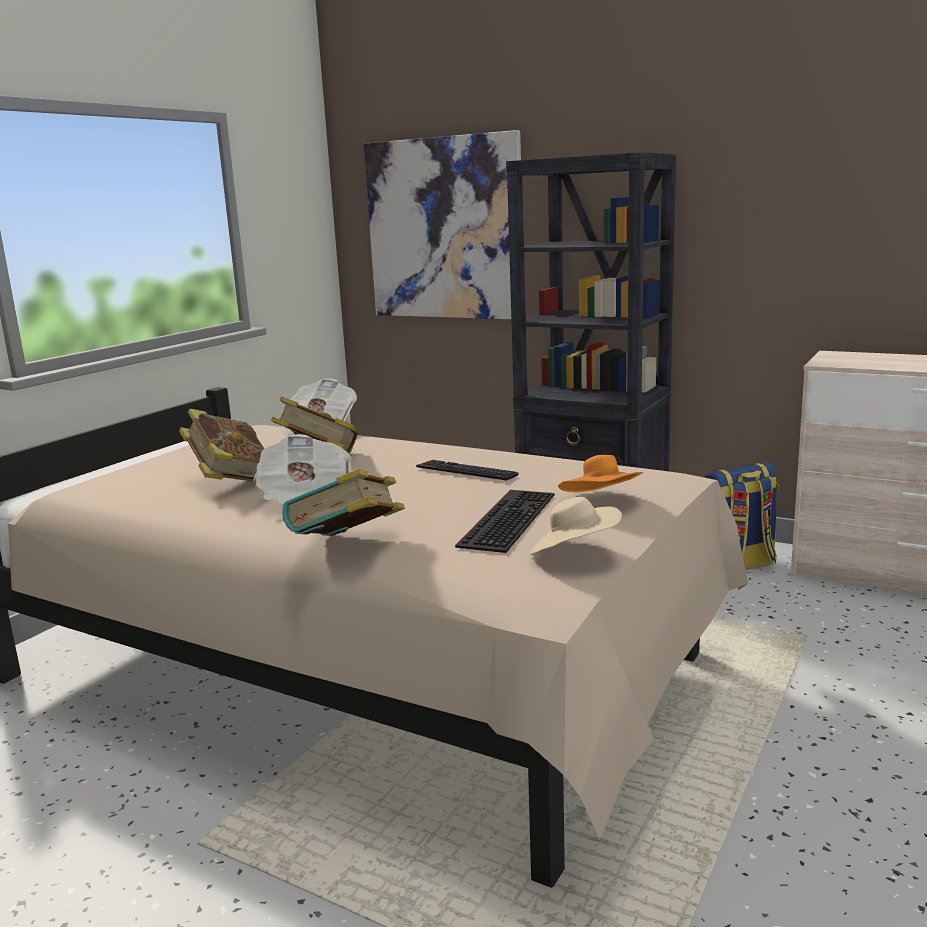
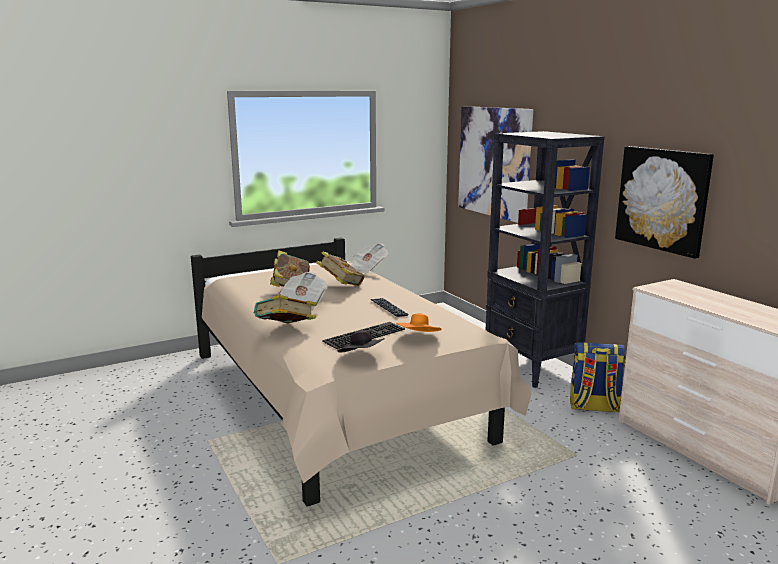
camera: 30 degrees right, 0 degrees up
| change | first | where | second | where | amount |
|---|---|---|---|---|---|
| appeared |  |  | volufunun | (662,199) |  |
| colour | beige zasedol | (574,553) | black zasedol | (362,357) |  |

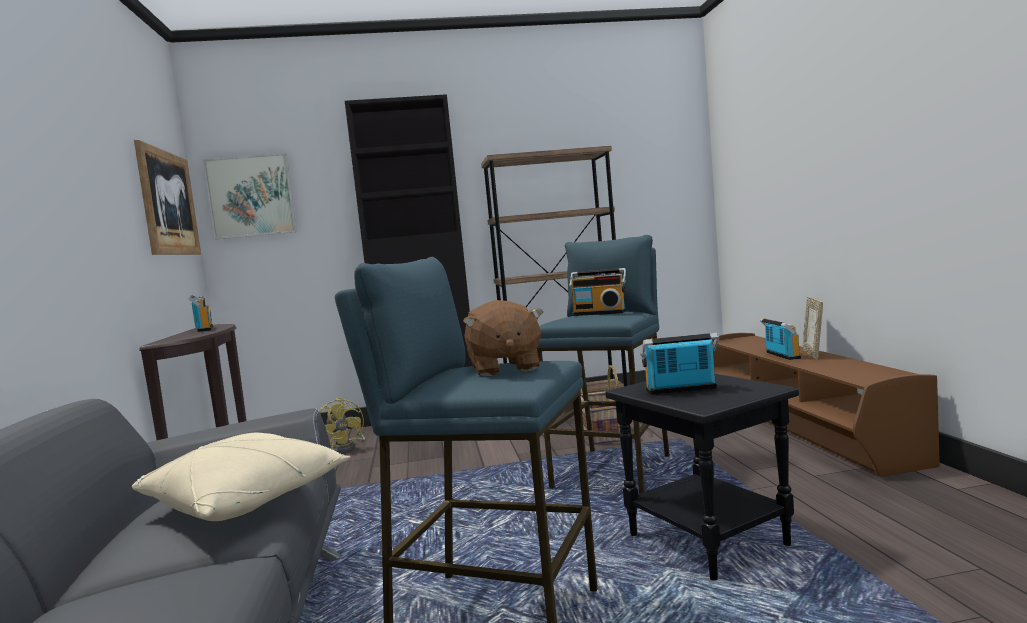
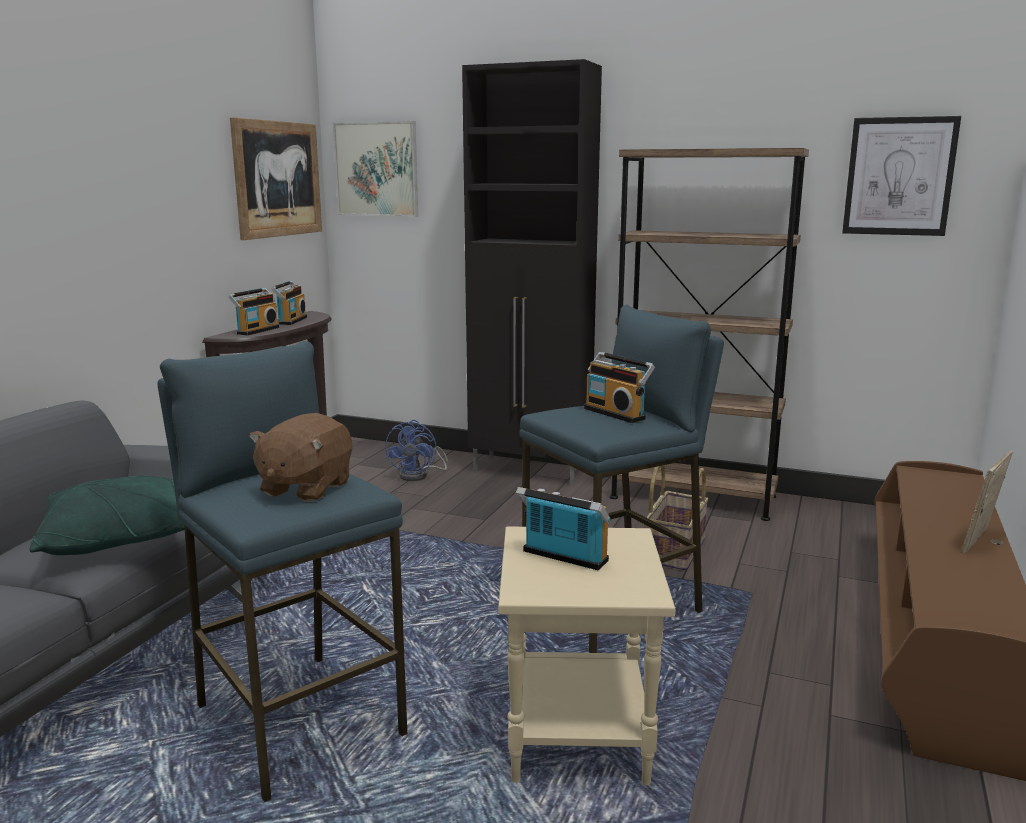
camera: 30 degrees right, 10 degrees up
| change | first | where | second | where | amount |
|---|---|---|---|---|---|
| appeared |  |  | volufunun | (899,176) |  |
| relocated | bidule | (780,355) |  | (256,330) |  |
| colour | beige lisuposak | (248,499) | green lisuposak | (119,537) |  |
| colour | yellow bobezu | (346,448) | blue bobezu | (419,475) |  |
| colour | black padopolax | (710,541) | beige padopolax | (580,738) |  |

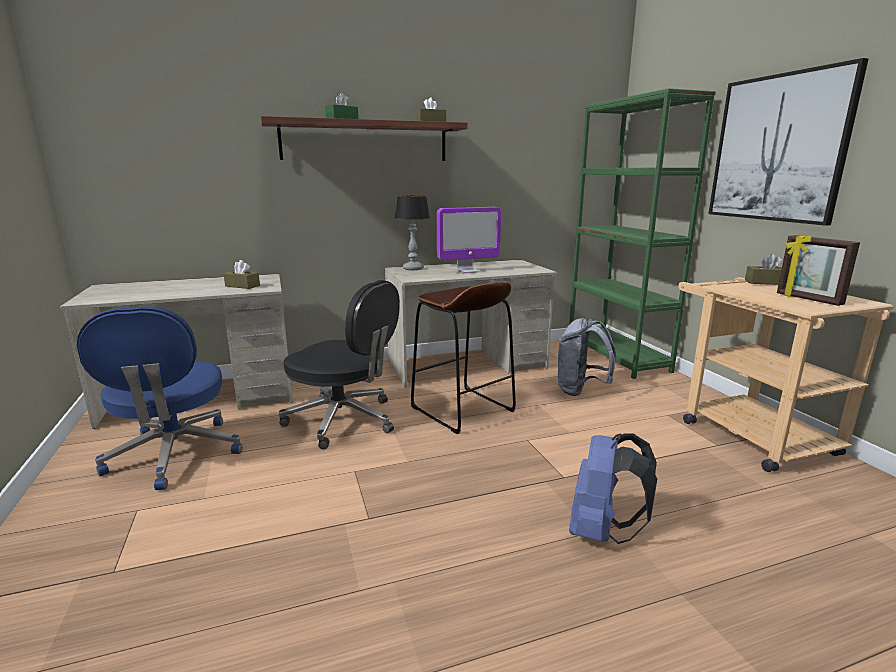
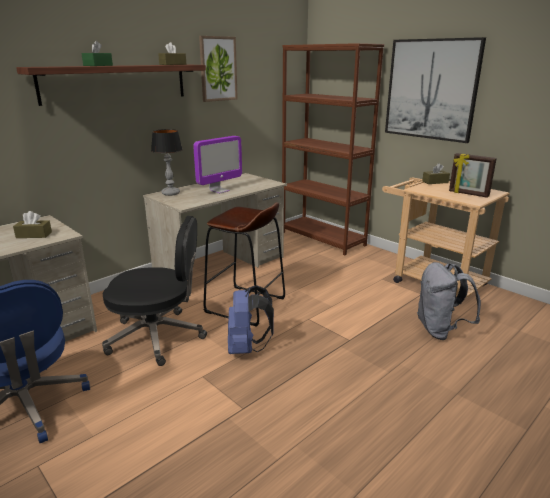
camera: 25 degrees left, 5 degrees up
| change | first | where | second | where | amount |
|---|---|---|---|---|---|
| appeared |  |  | volufunun | (218,69) |  |
| relocated | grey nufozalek | (581,391) |  | (440,330) |  |
| relocated | blue nufozalek | (602,532) |  | (247,348) |  |
| colour | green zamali | (616,356) | brown zamali | (323,239) |  |

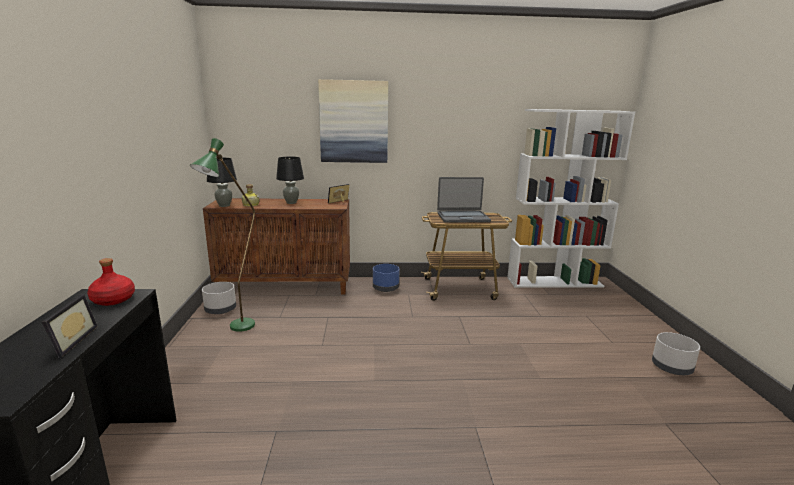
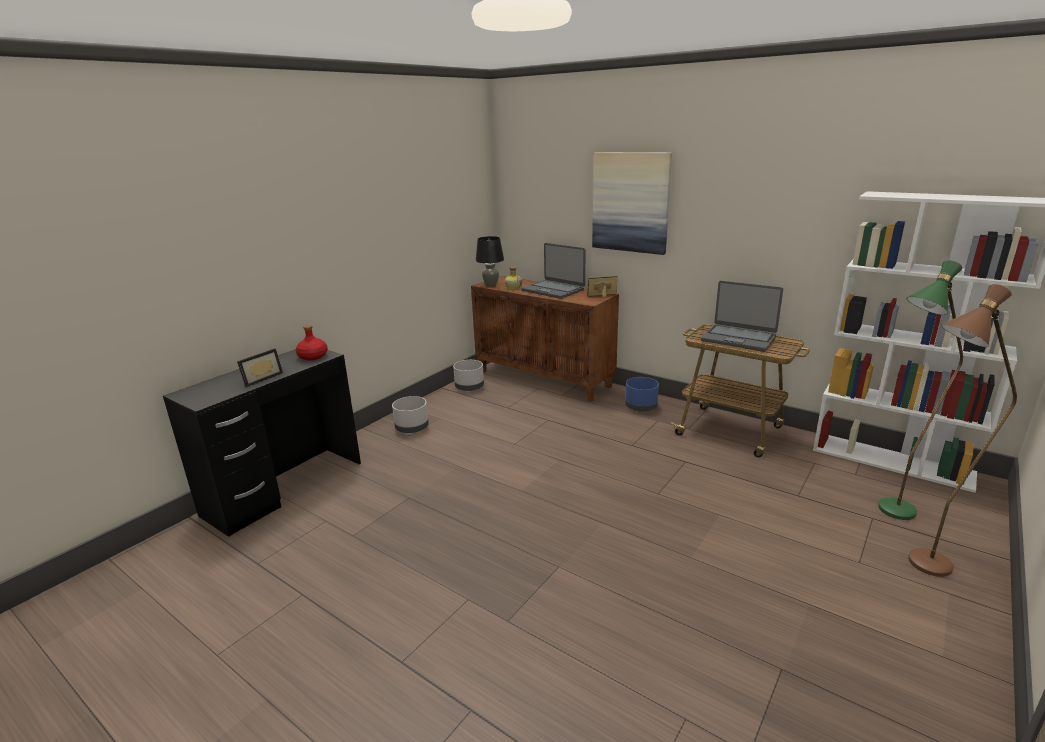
camera: 40 degrees right, 5 degrees up
| change | first | where | second | where | amount |
|---|---|---|---|---|---|
| appeared |  |  | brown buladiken | (919,567) |  |
| relocated | green buladiken | (236,330) |  | (889,514) |  |
| relocated | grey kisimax | (671,367) |  | (412,427) |  |
| exchanged | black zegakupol | (291,202) | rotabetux | (553,290) |  |

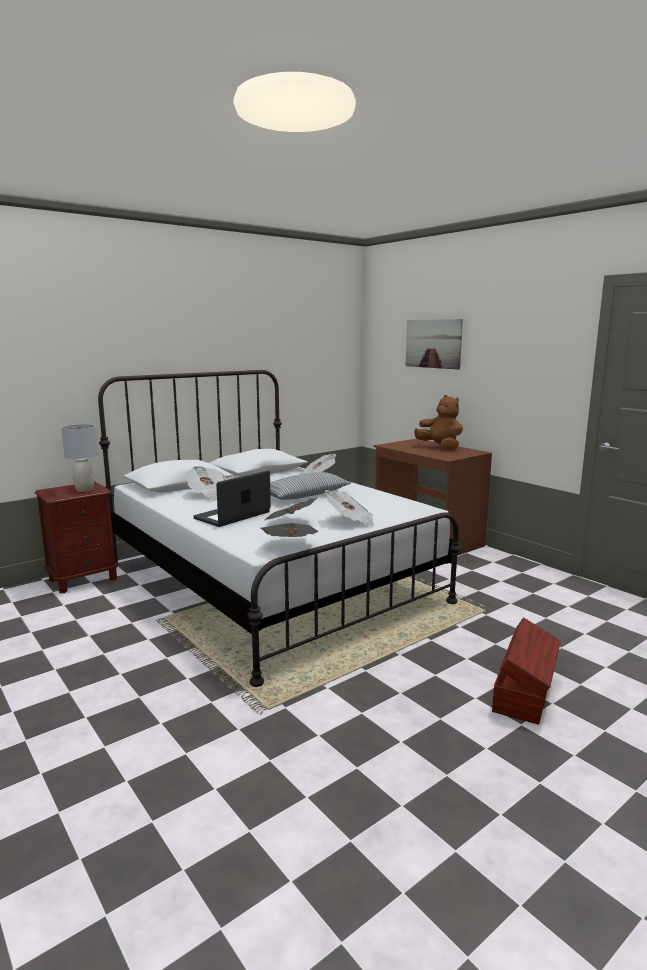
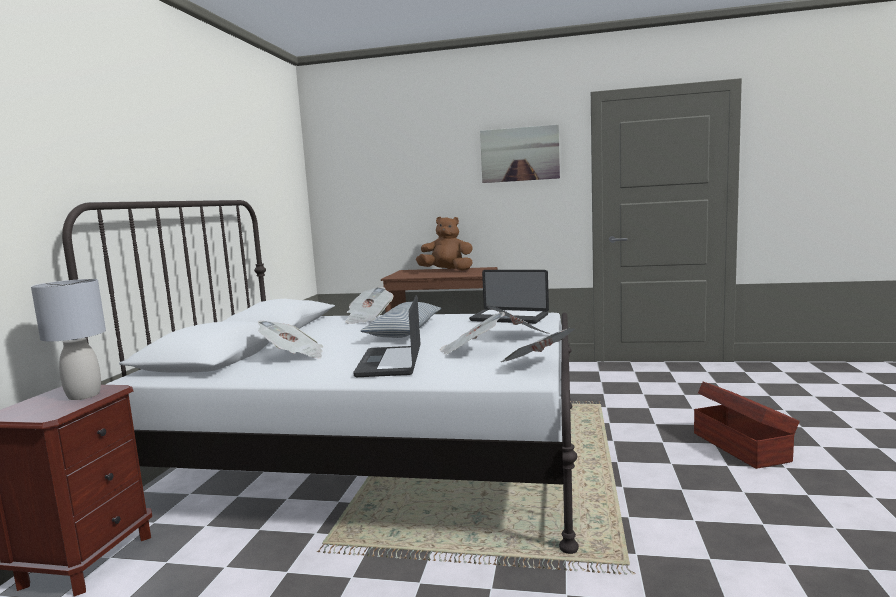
camera: 40 degrees left, 5 degrees down
| change | first | where | second | where | amount |
|---|---|---|---|---|---|
| appeared |  |  | rotabetux | (509,318) |  |
| relocated | volufunun | (433,343) |  | (519,154) |  |

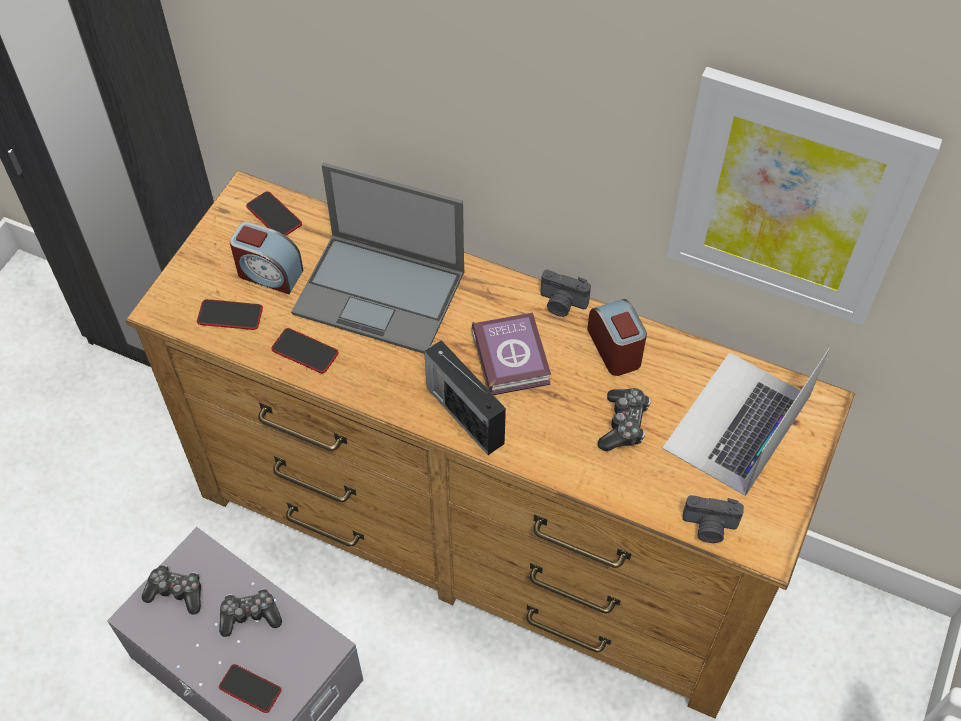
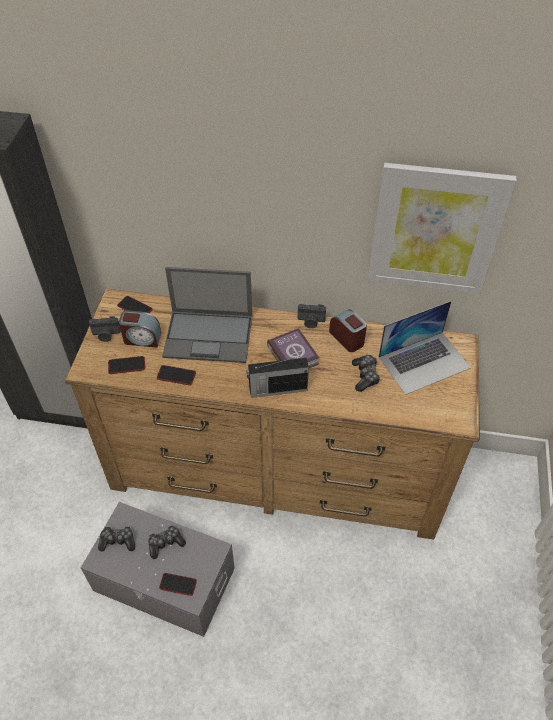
camera: 15 degrees left, 5 degrees down
| change | first | where | second | where | amount |
|---|---|---|---|---|---|
| relocated | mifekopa | (709,527) |  | (106,335) |  |
| spun | bidule | (464,413) |  | (277,389) | 45 degrees counterclockwise |
| spun | rotabetux | (737,423) |  | (424,362) | 135 degrees counterclockwise |

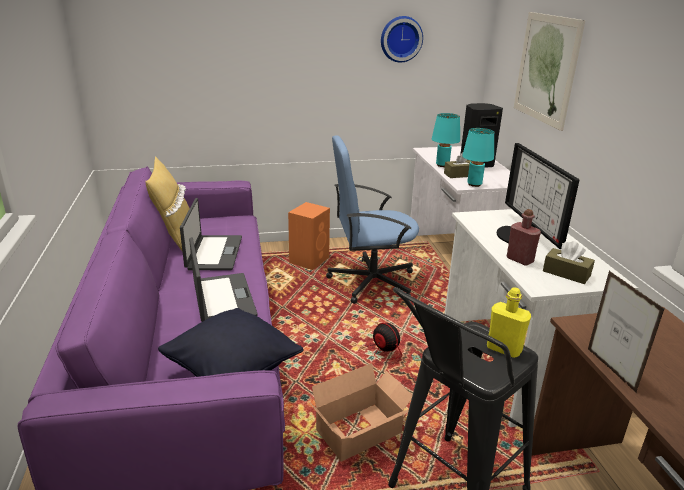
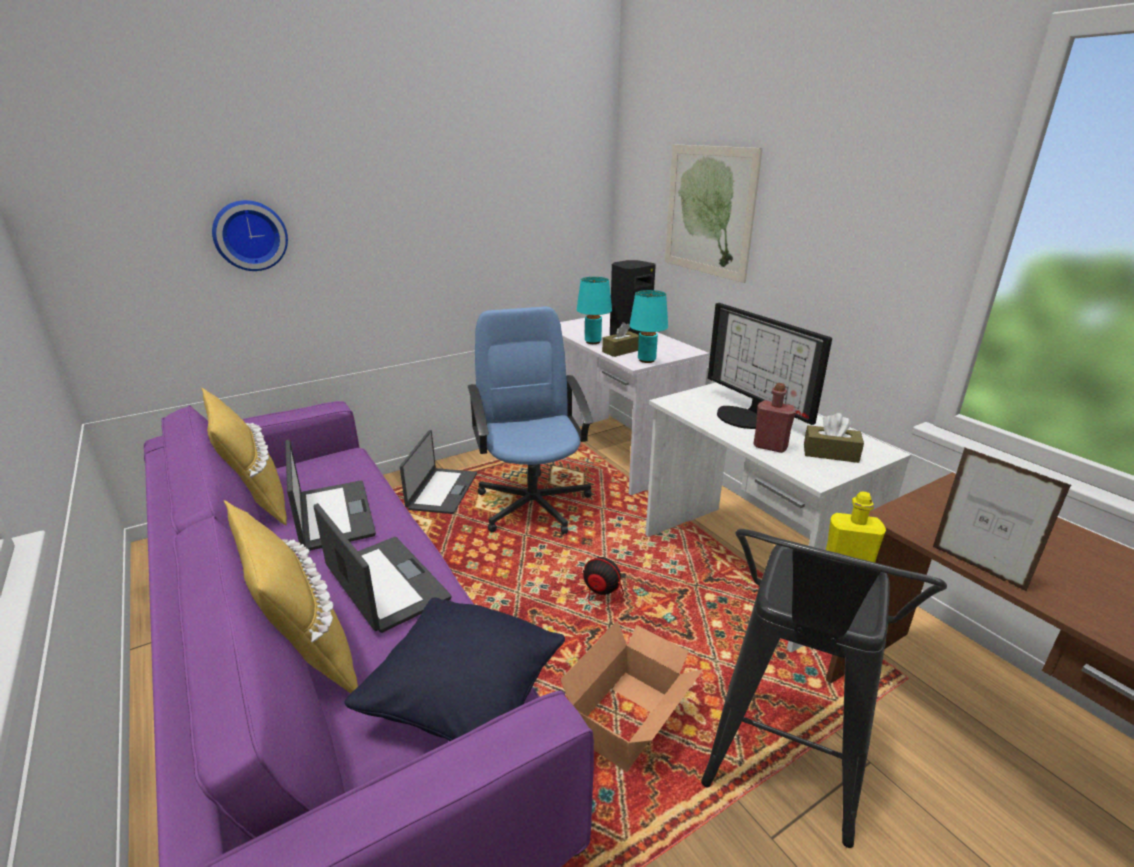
camera: 20 degrees left, 0 degrees up
| change | first | where | second | where | amount |
|---|---|---|---|---|---|
| appeared |  |  | yellow lisuposak | (306,654) |  |
| relocated | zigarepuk | (400,39) |  | (250,235) |  |
| exchanged | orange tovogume | (310,260) | rotabetux | (441,491) |  |
| spun | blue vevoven | (370,281) |  | (533,503) | 105 degrees clockwise |

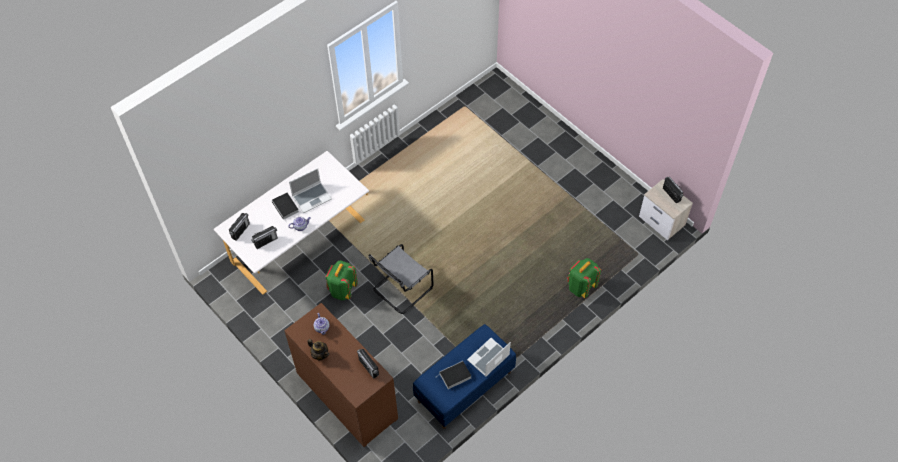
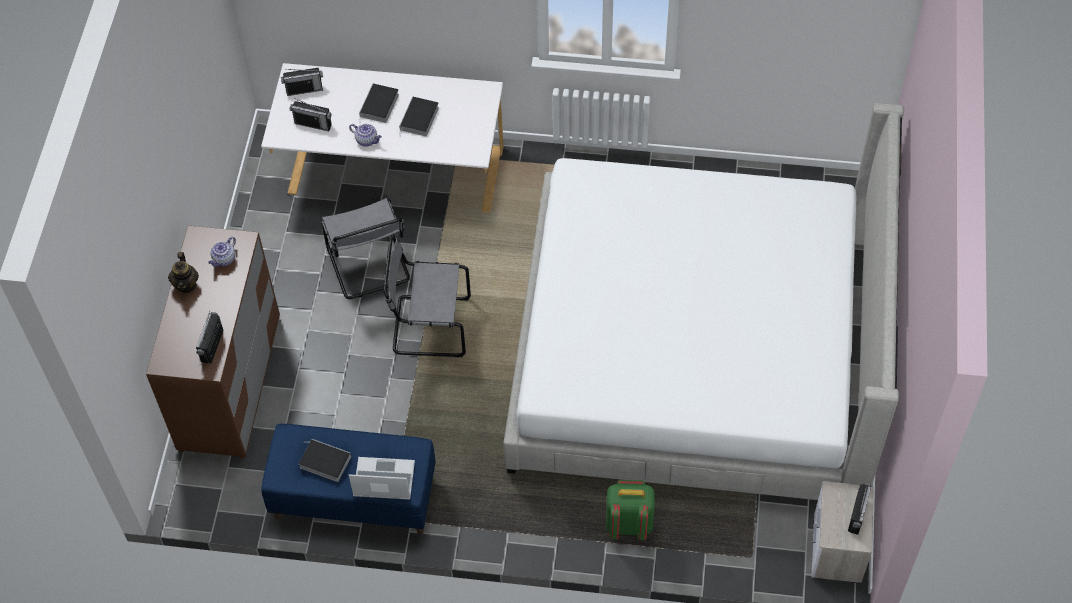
camera: 50 degrees right, 0 degrees up
| change | first | where | second | where | amount |
|---|---|---|---|---|---|
| appeared |  |  | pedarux | (695,352) |  |
| exchanged | rotabetux | (312,197) | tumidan | (419,119) |  |
| exchanged | green nufozalek | (342,290) | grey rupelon | (369,266) |  |

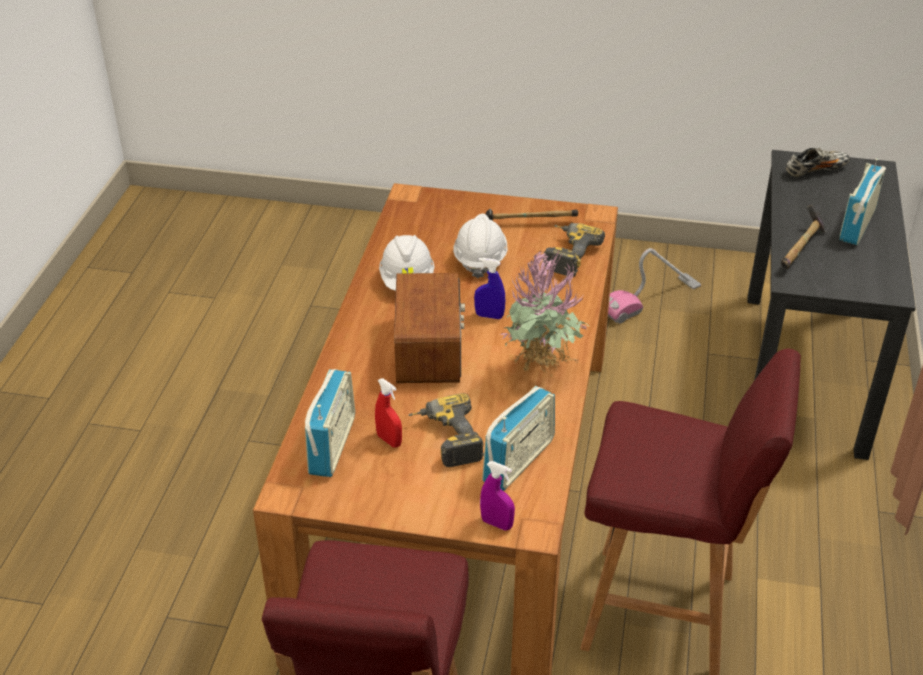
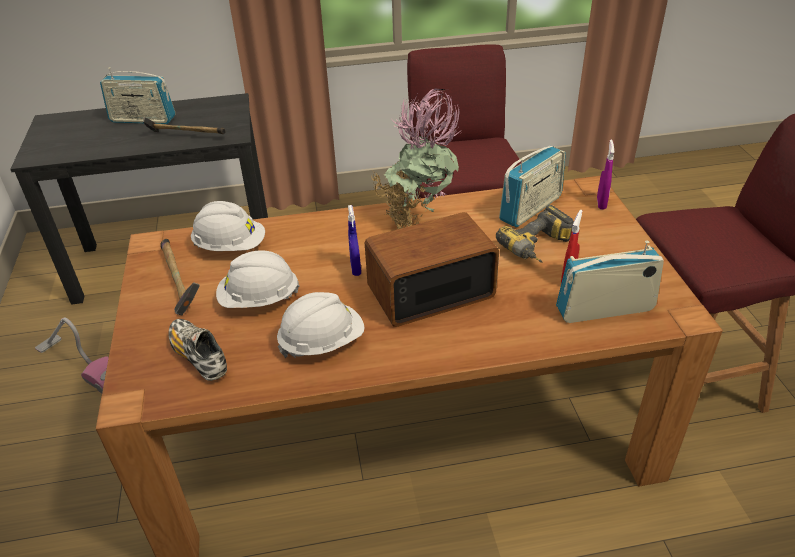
camera: 110 degrees left, 0 degrees up
| change | first | where | second | where | amount |
|---|---|---|---|---|---|
| relocated | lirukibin | (816,170) |  | (199,356) |  |
| exchanged | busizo | (566,254) | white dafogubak | (230,246) |  |
| spun | bidule | (519,461) |  | (530,208) | 120 degrees clockwise |

